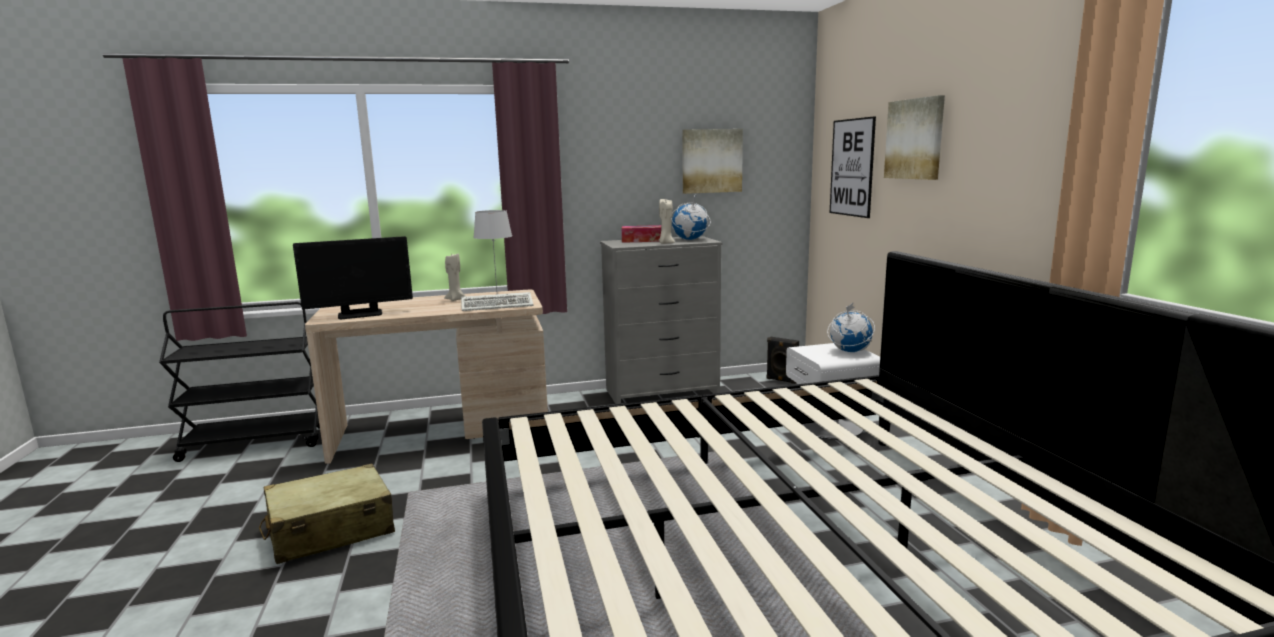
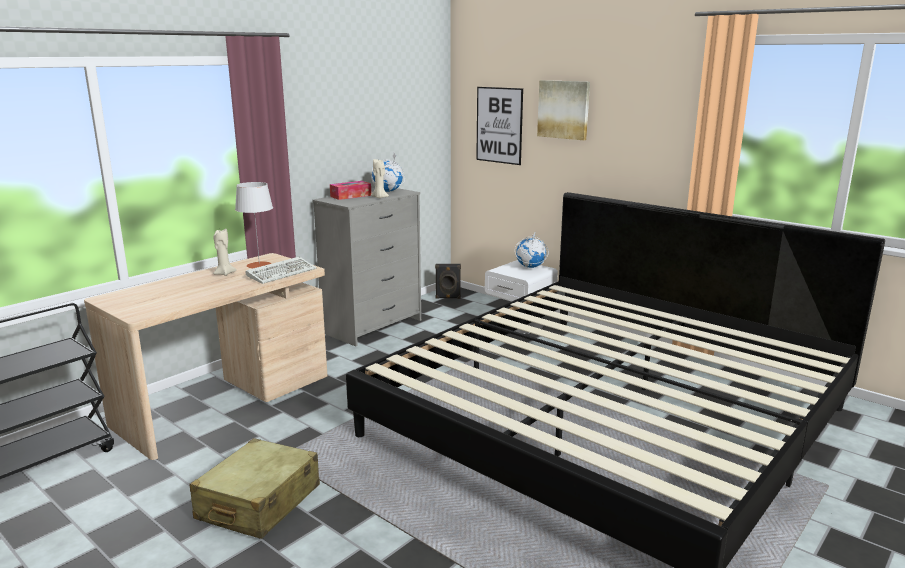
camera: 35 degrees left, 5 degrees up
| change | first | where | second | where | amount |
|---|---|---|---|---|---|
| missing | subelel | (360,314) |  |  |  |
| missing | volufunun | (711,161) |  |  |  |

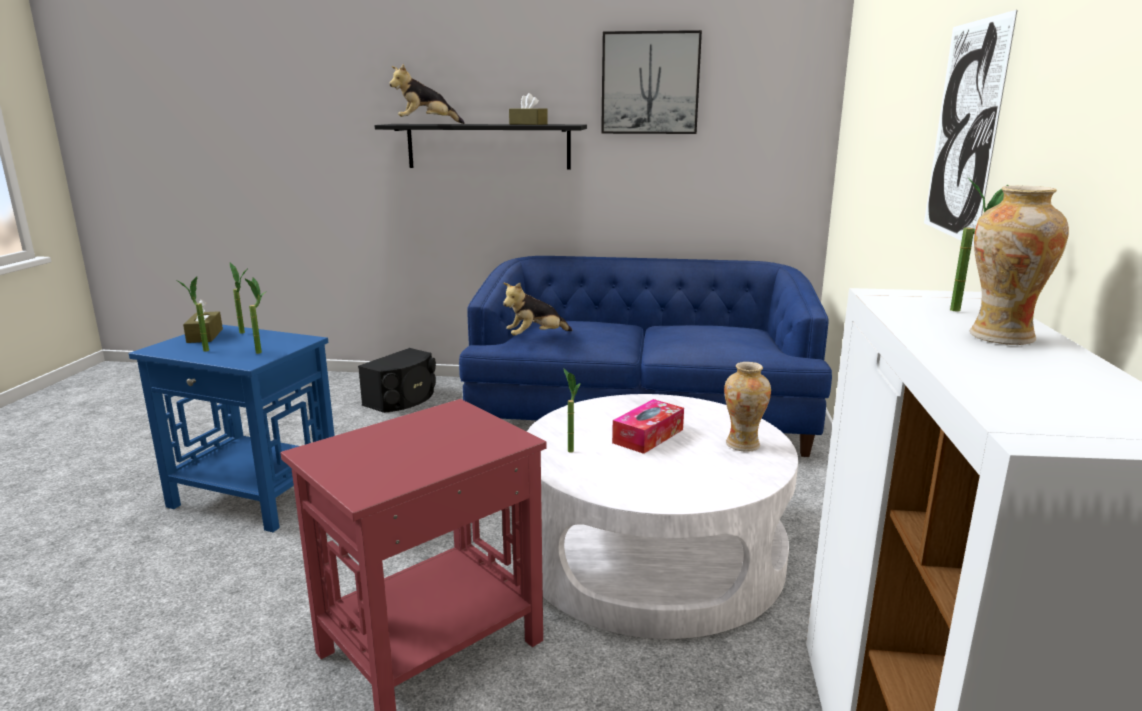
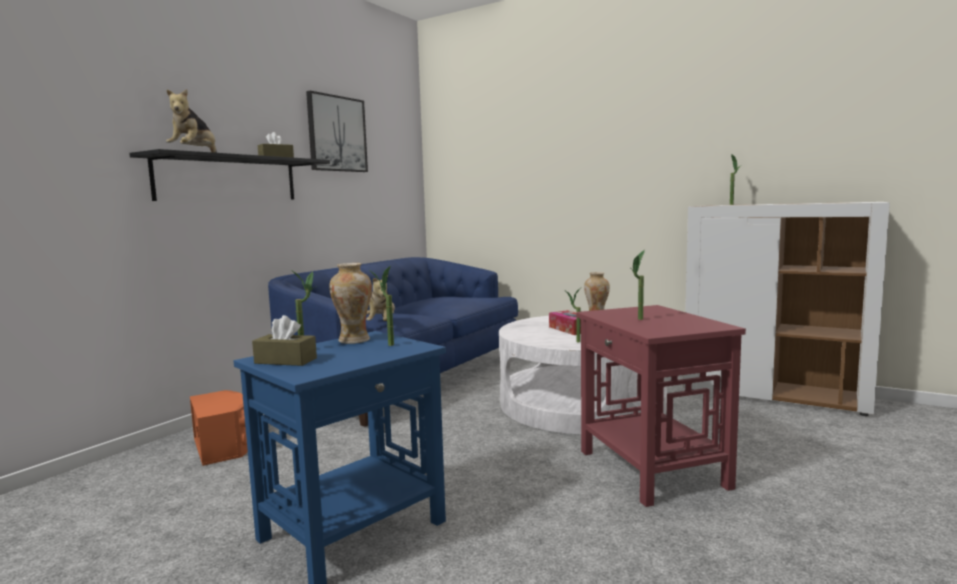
camera: 65 degrees left, 10 degrees down
| change | first | where | second | where | amount |
|---|---|---|---|---|---|
| missing | volufunun | (964,131) |  |  |  |
| relocated | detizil | (201,350) |  | (638,320) |  |
| relocated | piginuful | (1001,337) |  | (354,340) |  |
| colour | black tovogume | (402,399) | orange tovogume | (224,446) |  |

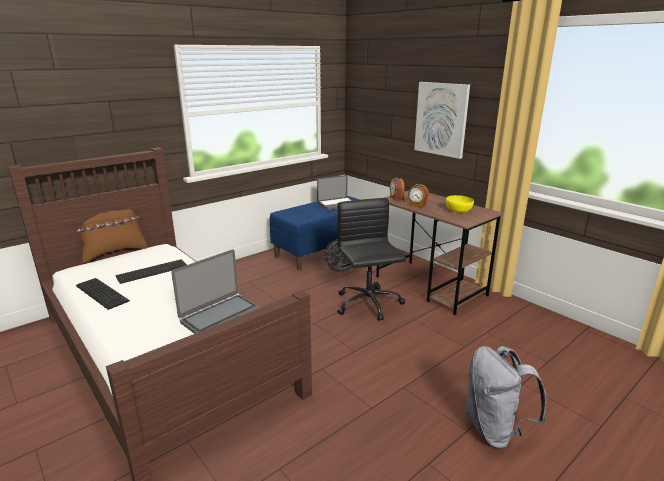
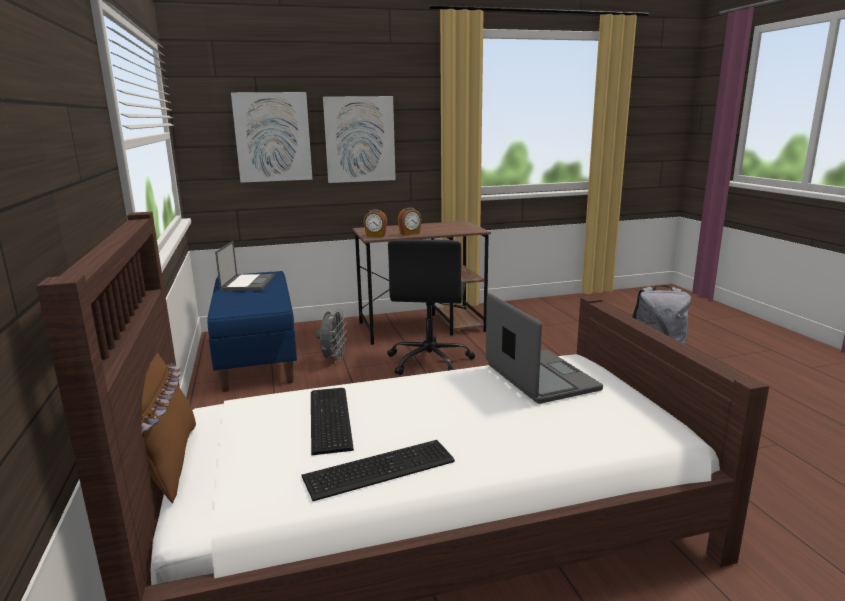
camera: 65 degrees left, 5 degrees down
| change | first | where | second | where | amount |
|---|---|---|---|---|---|
| missing | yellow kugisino | (458,211) |  |  |  |
| appeared |  |  | volufunun | (273,137) |  |
| spun | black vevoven | (368,304) |  | (430,361) | 90 degrees counterclockwise |

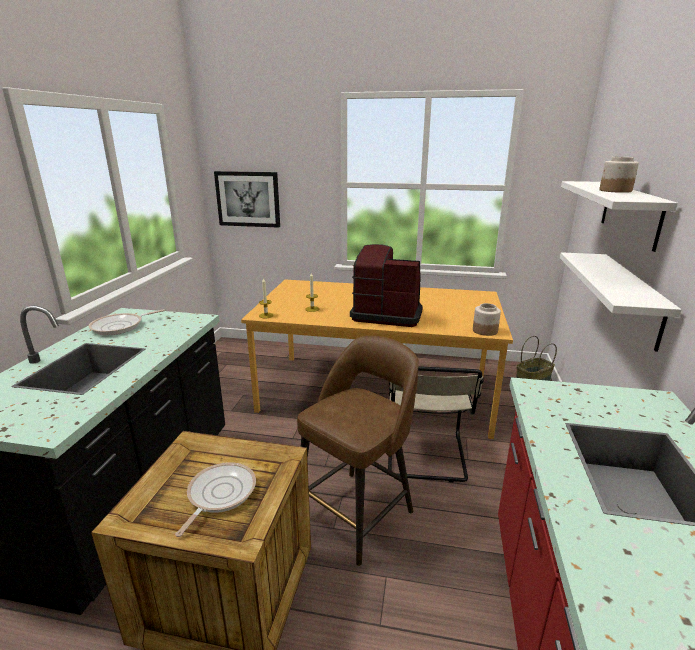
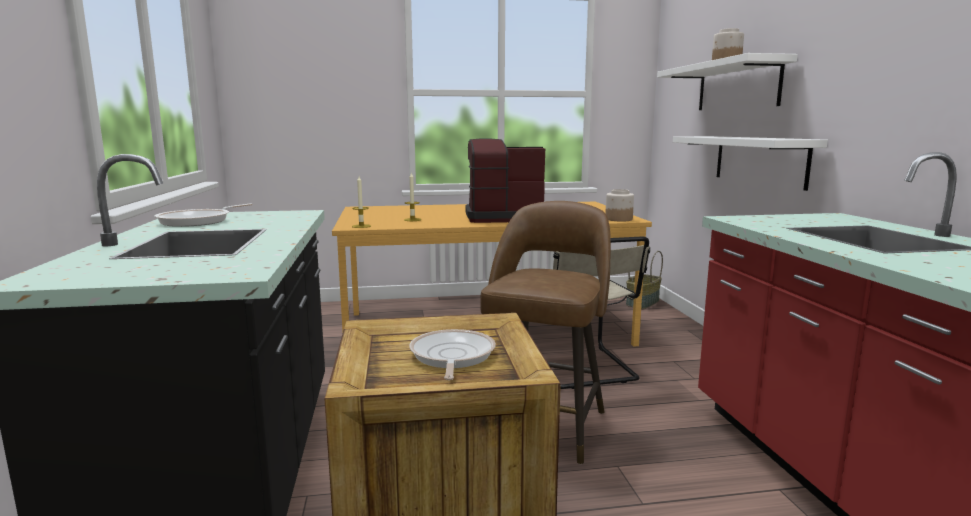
camera: 20 degrees left, 10 degrees down
| change | first | where | second | where | amount |
|---|---|---|---|---|---|
| missing | volufunun | (248,199) |  |  |  |

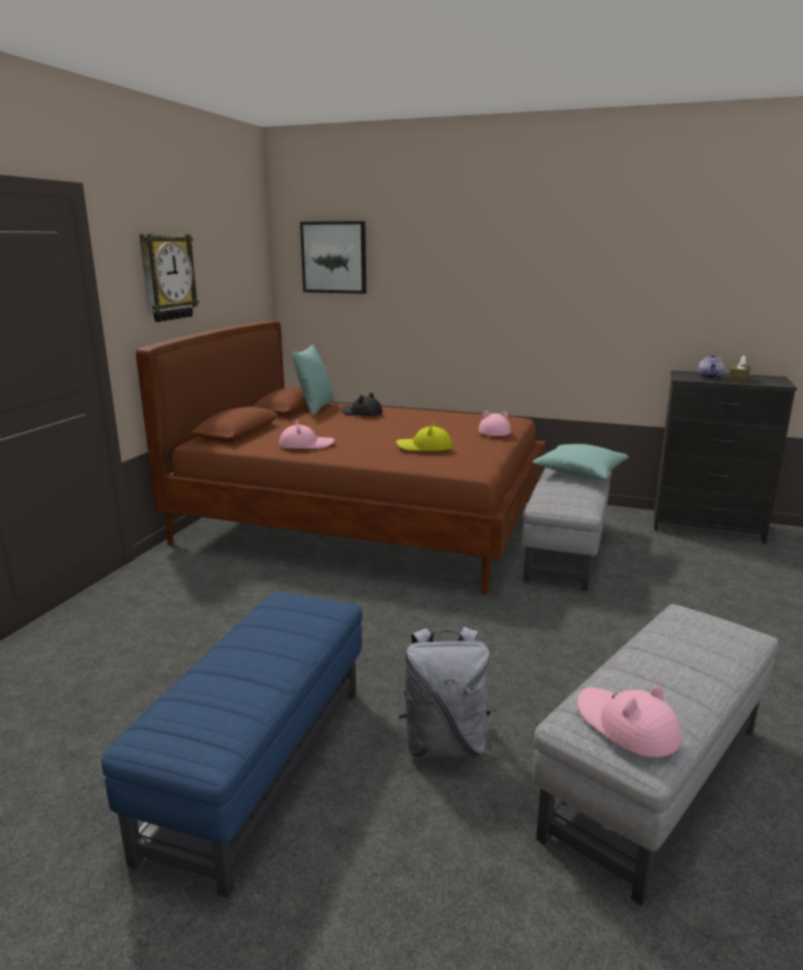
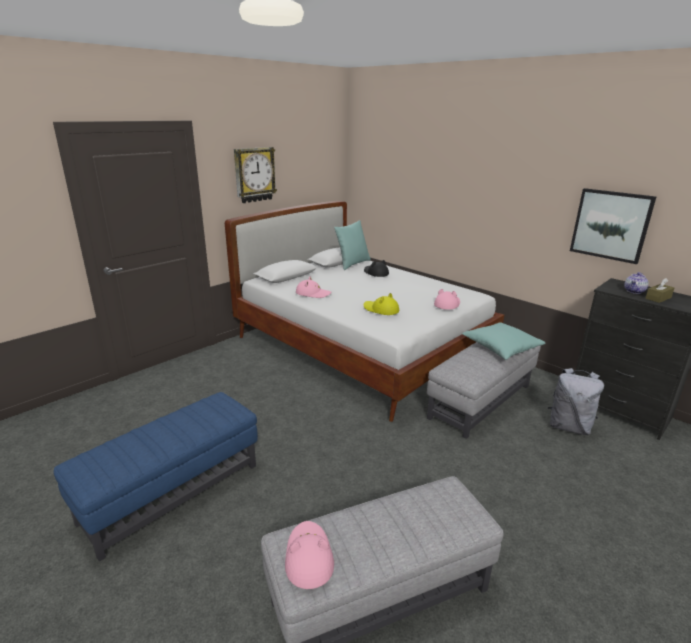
camera: 25 degrees right, 5 degrees up
| change | first | where | second | where | amount |
|---|---|---|---|---|---|
| relocated | volufunun | (334,257) |  | (610,225) |  |
| relocated | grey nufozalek | (444,743) |  | (569,426) |  |
| colour | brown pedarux | (364,522) | white pedarux | (361,347) |  |

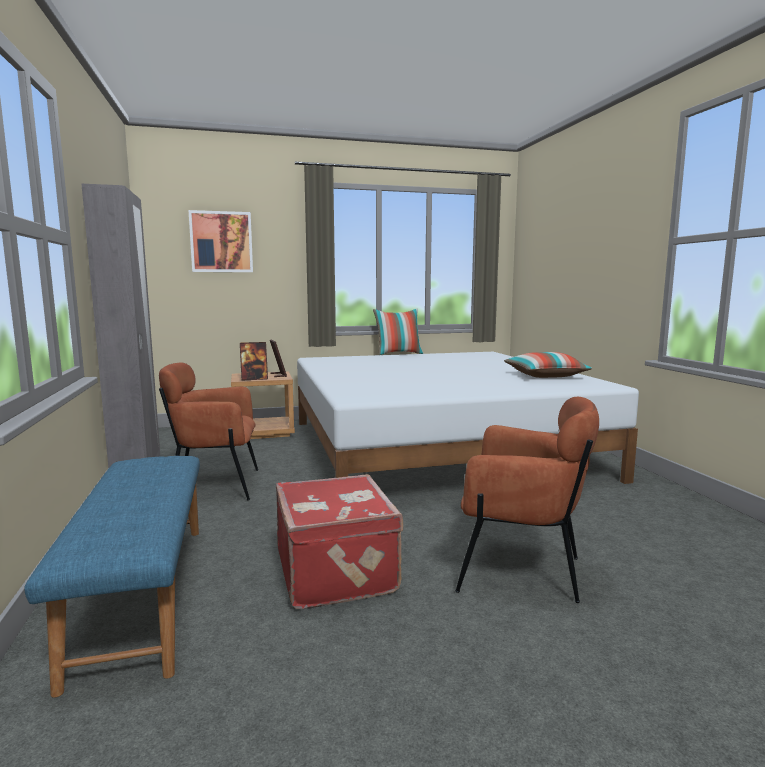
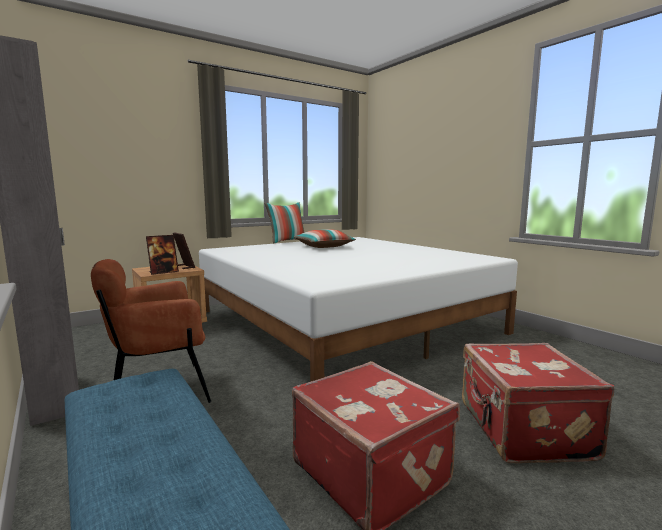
camera: 20 degrees left, 0 degrees up
| change | first | where | second | where | amount |
|---|---|---|---|---|---|
| missing | volufunun | (221,242) |  |  |  |
| relocated | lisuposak | (545,376) |  | (324,247) |  |
| exchanged | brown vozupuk | (520,570) | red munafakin | (522,431) |  |

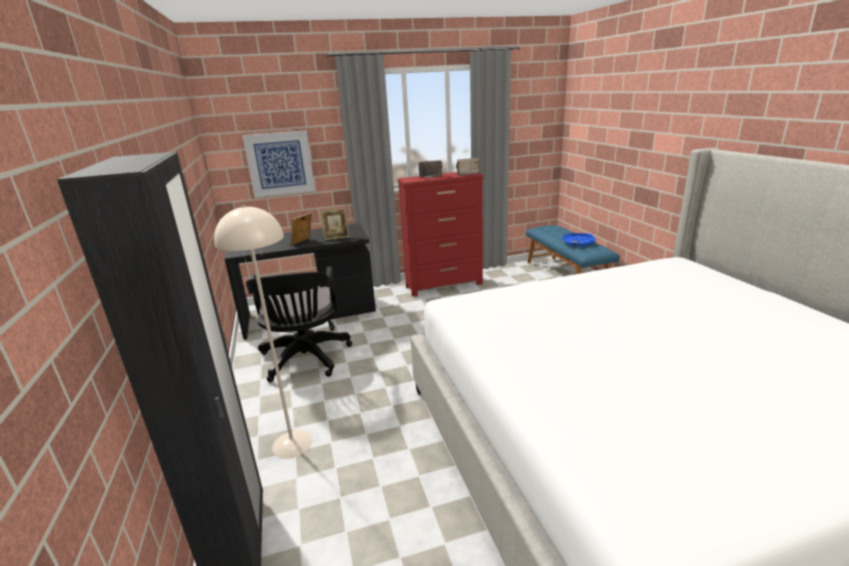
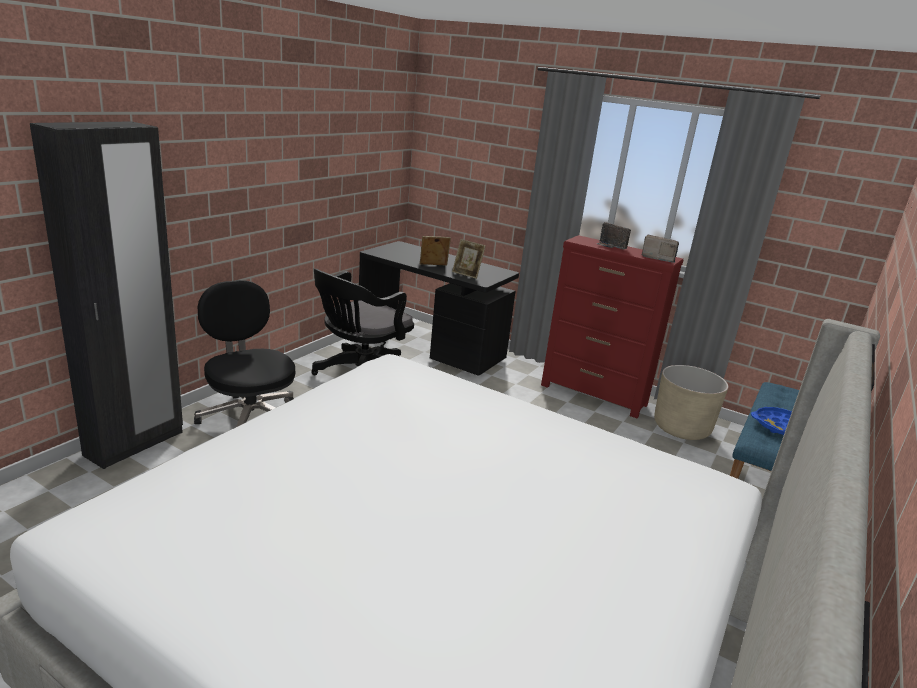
camera: 45 degrees right, 0 degrees up
| change | first | where | second | where | amount |
|---|---|---|---|---|---|
| missing | volufunun | (280,164) |  |  |  |
| appeared |  |  | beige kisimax | (681,428) |  |
| exchanged | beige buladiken | (292,443) | black vevoven | (250,418) |  |

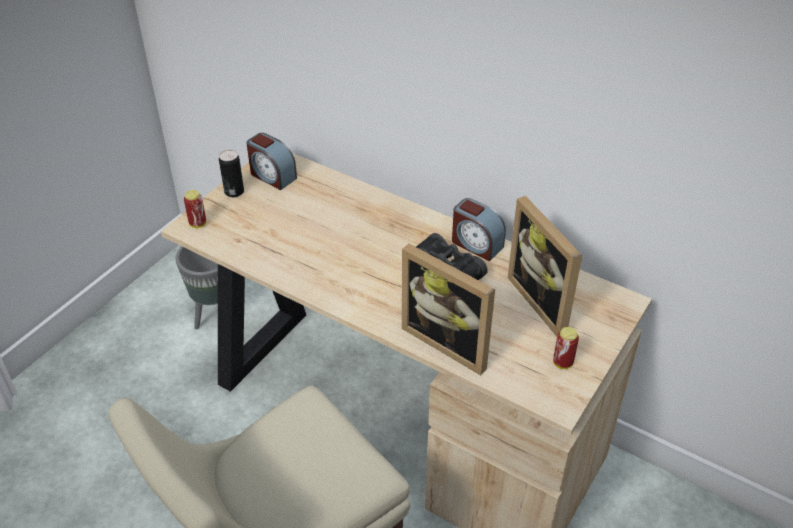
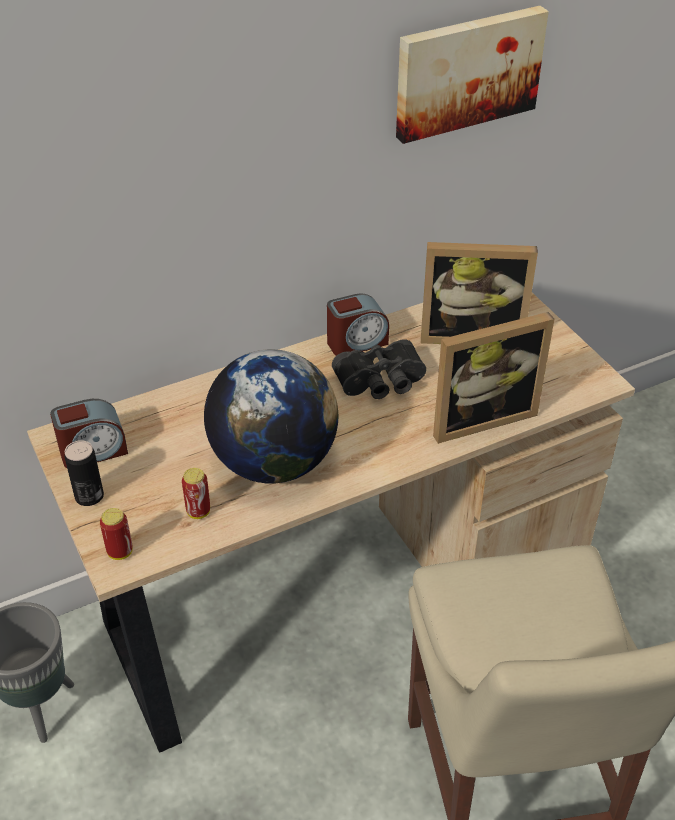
camera: 60 degrees left, 0 degrees up
| change | first | where | second | where | amount |
|---|---|---|---|---|---|
| appeared |  |  | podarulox | (273,462) |  |
| appeared |  |  | volufunun | (467,71) |  |
| relocated | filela | (562,363) |  | (198,511) |  |

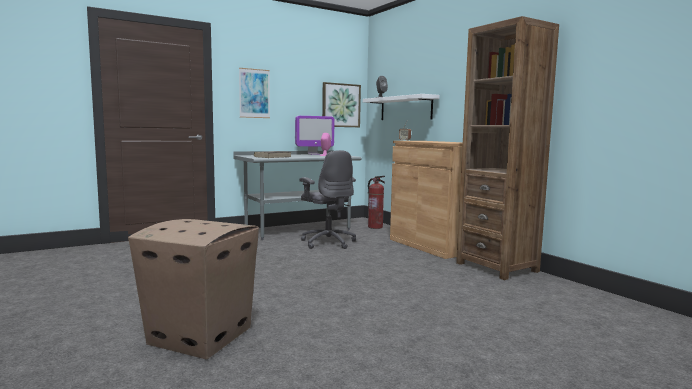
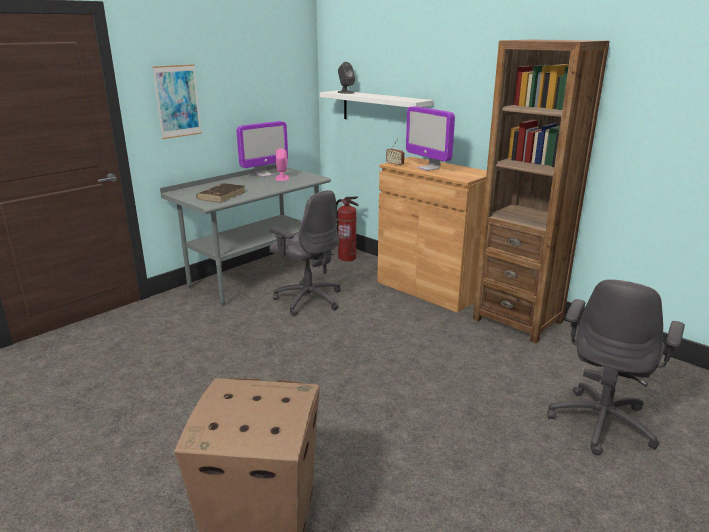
camera: 15 degrees left, 15 degrees up
| change | first | where | second | where | amount |
|---|---|---|---|---|---|
| missing | volufunun | (341,105) |  |  |  |
| appeared |  |  | subelel | (428,168) |  |
| appeared |  |  | grey vevoven | (602,422) |  |

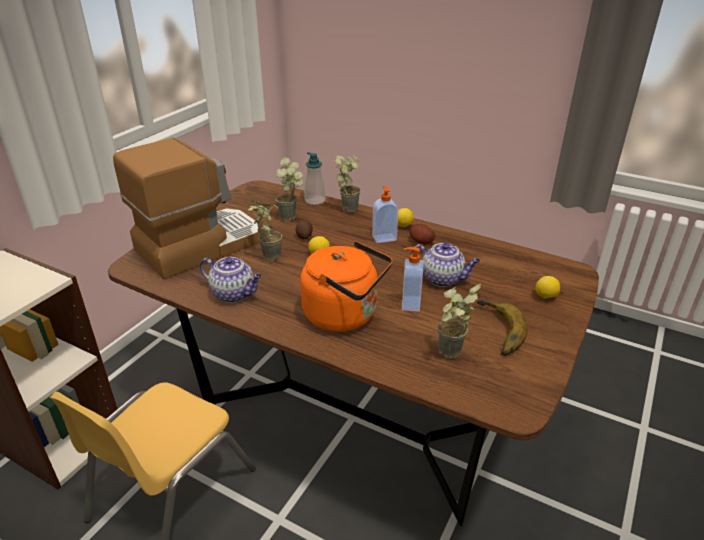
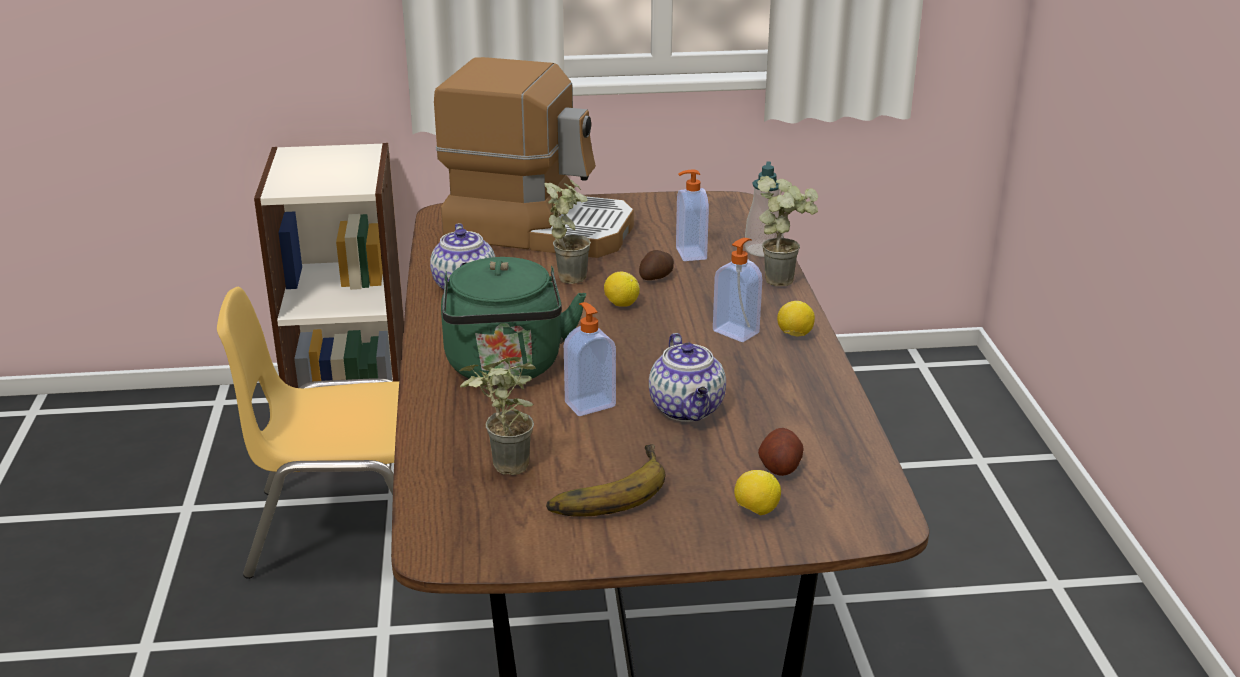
camera: 55 degrees right, 5 degrees down
| change | first | where | second | where | amount |
|---|---|---|---|---|---|
| relocated | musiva | (421,241) |  | (780,467) |  |
| exchanged | detizil | (292,218) | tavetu | (689,254) |  |
| colour | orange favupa | (345,315) | green favupa | (506,369) |  |

